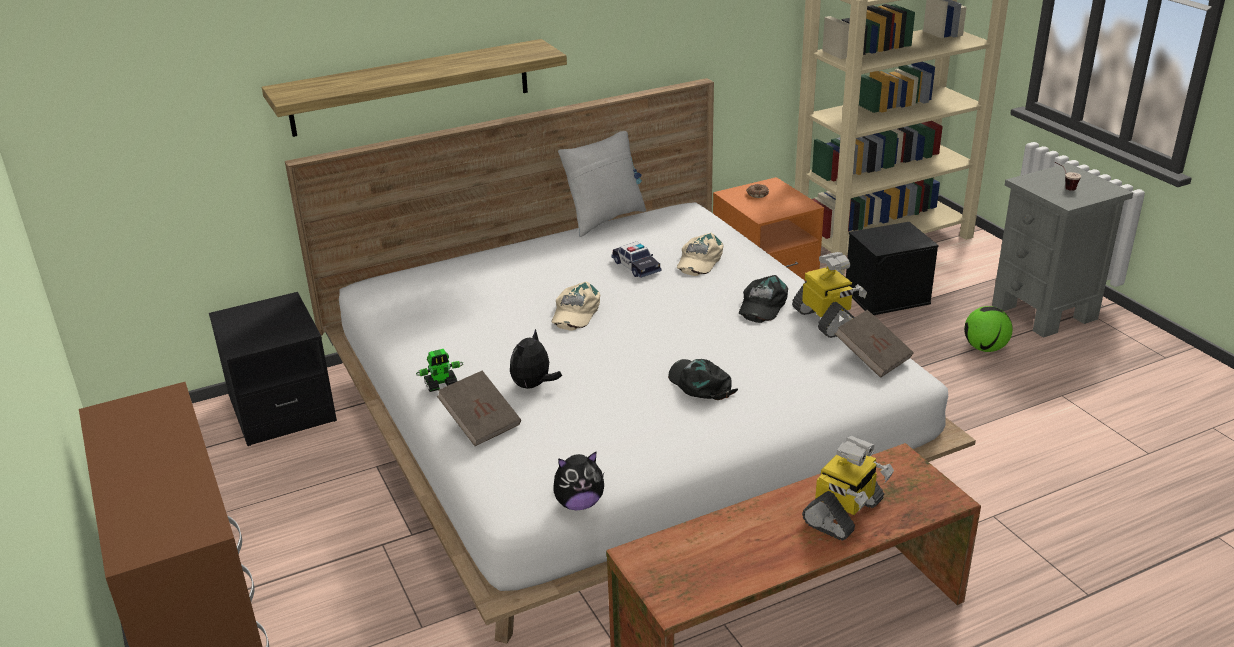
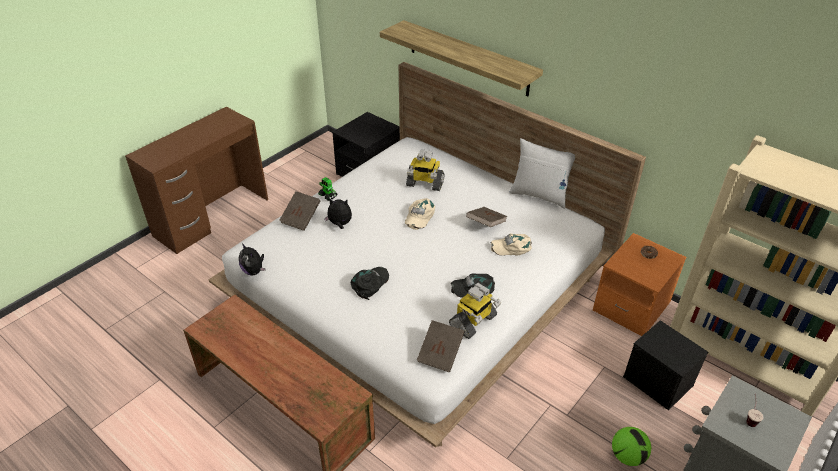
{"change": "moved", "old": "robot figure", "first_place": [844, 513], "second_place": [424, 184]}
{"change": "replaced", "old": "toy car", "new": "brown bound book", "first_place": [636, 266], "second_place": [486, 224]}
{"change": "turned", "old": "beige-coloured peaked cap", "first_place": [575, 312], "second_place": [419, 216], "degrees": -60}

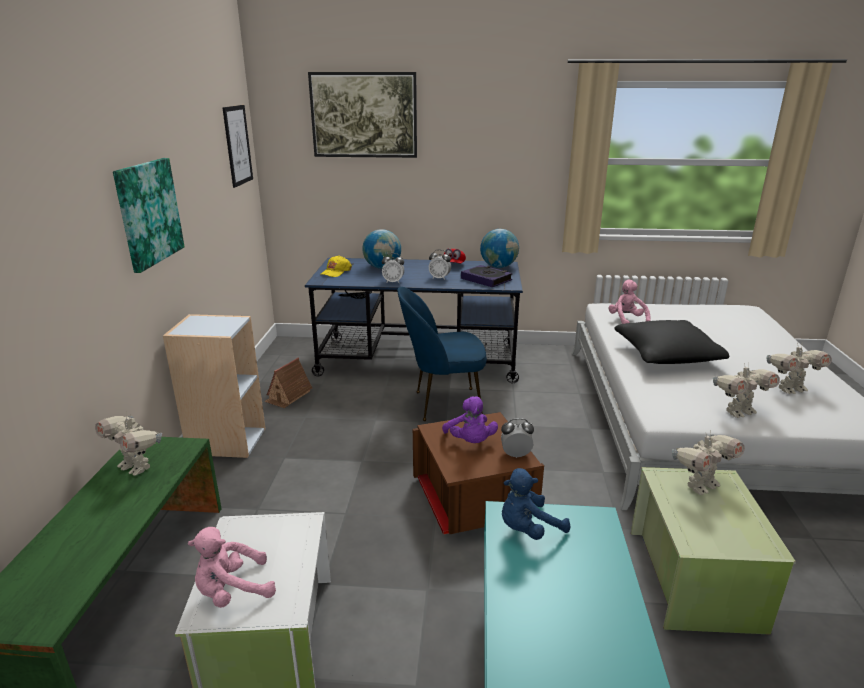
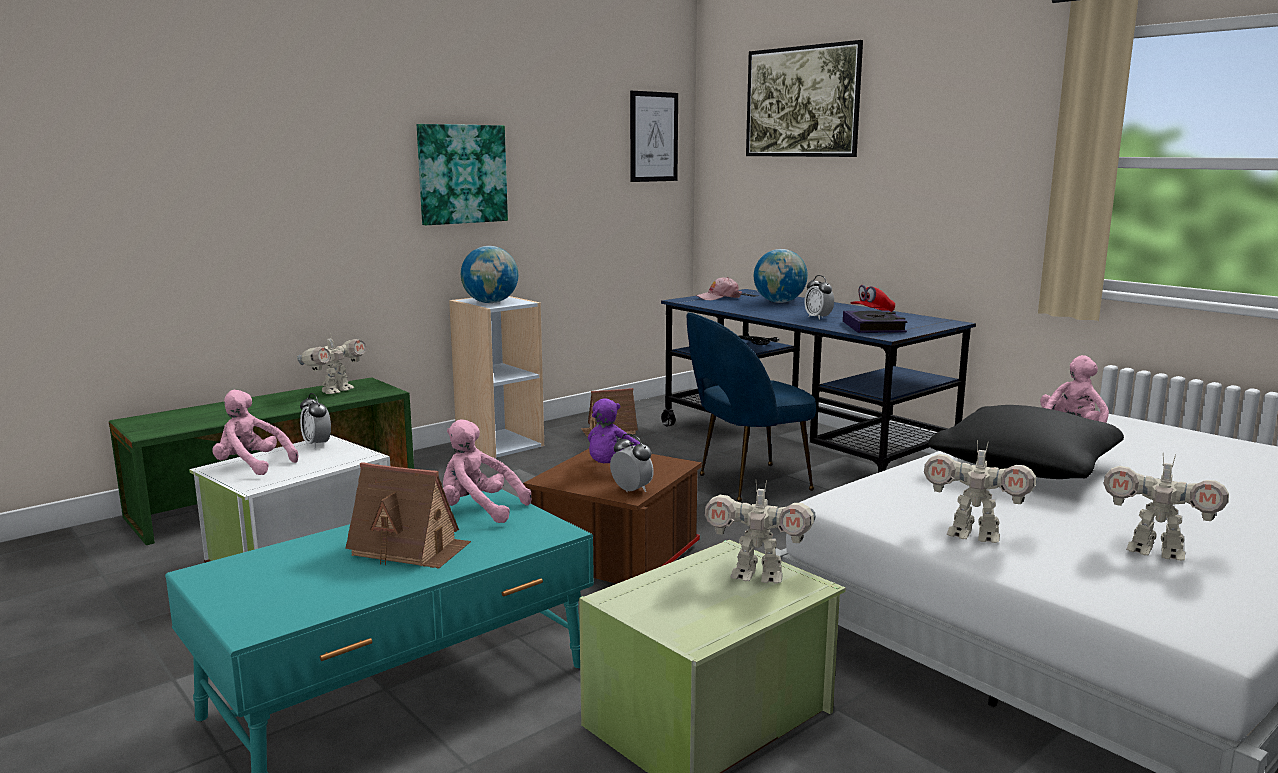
{"change": "added", "new": "miniature house", "second_place": [409, 548]}
{"change": "moved", "old": "table clock", "first_place": [393, 282], "second_place": [317, 444]}
{"change": "moved", "old": "globe", "first_place": [498, 267], "second_place": [490, 302]}
{"change": "recoloured", "old": "yellowish peaked cap", "new": "pink-coloured peaked cap", "first_place": [336, 272], "second_place": [719, 297]}
{"change": "recoloured", "old": "blue plush toy", "new": "pink-coloured plush toy", "first_place": [528, 529], "second_place": [478, 510]}
{"change": "turned", "old": "robot figure", "first_place": [136, 467], "second_place": [336, 391], "degrees": -135}
{"change": "turned", "old": "blue plain chair", "first_place": [441, 404], "second_place": [746, 484], "degrees": -60}

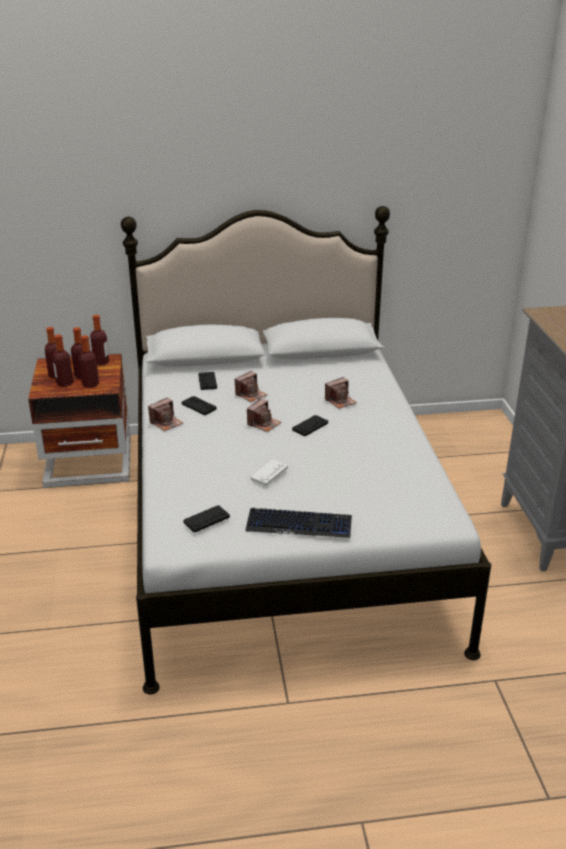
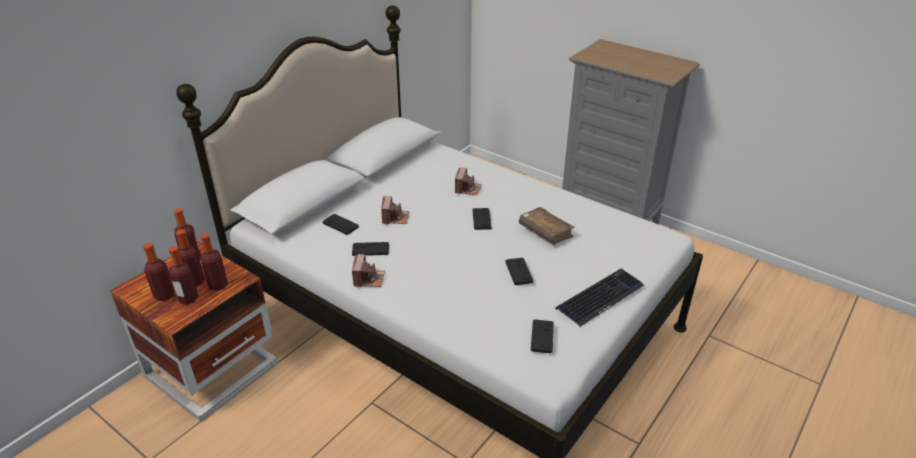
{"change": "removed", "old": "still camera", "first_place": [264, 424]}
{"change": "added", "new": "brown bound book", "second_place": [545, 232]}
{"change": "recoloured", "old": "white-coloured game controller", "new": "black-coloured game controller", "first_place": [269, 473], "second_place": [519, 272]}

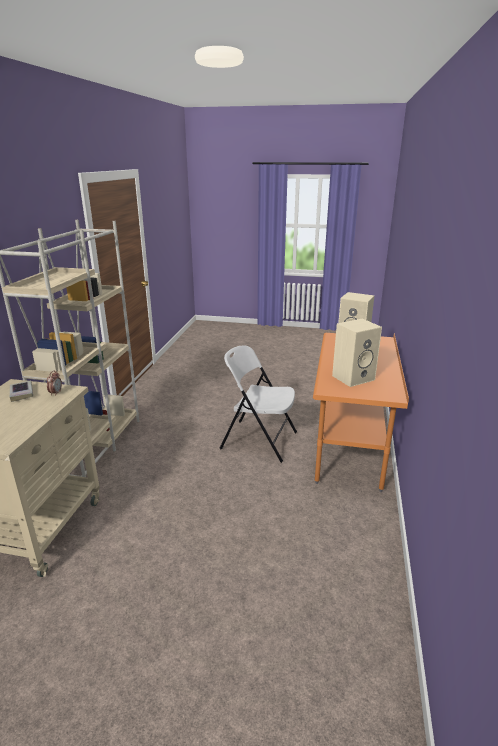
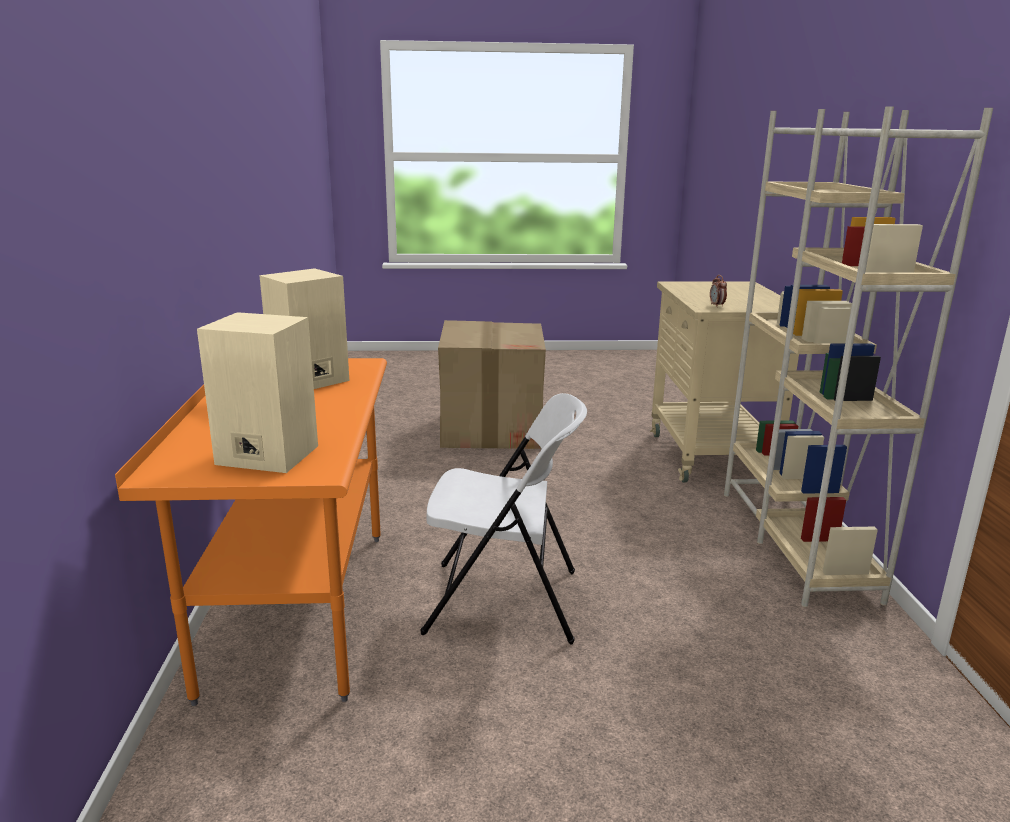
{"change": "removed", "old": "bound book", "first_place": [22, 393]}
{"change": "added", "new": "carton", "second_place": [492, 428]}

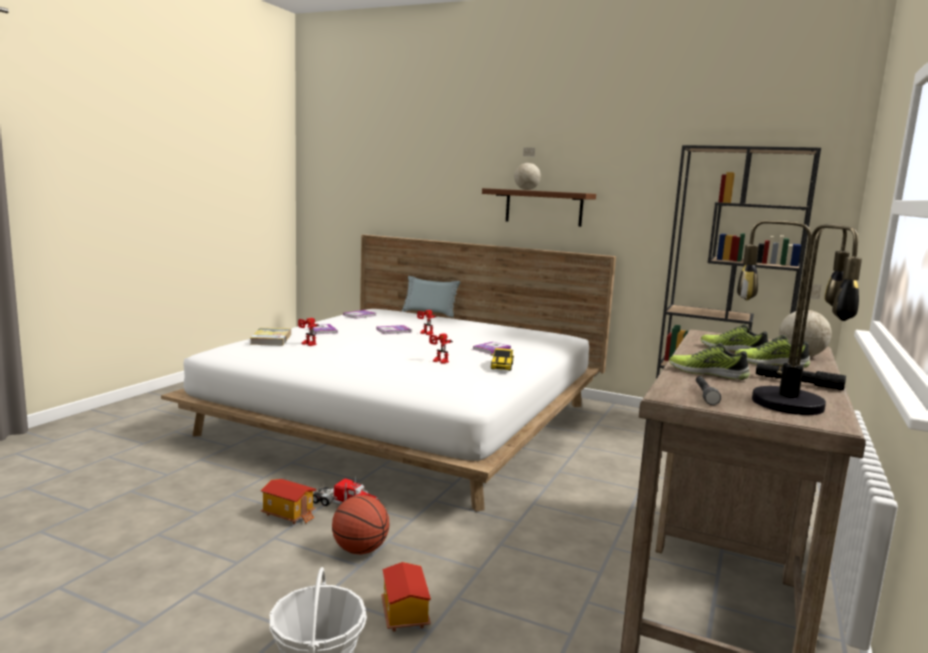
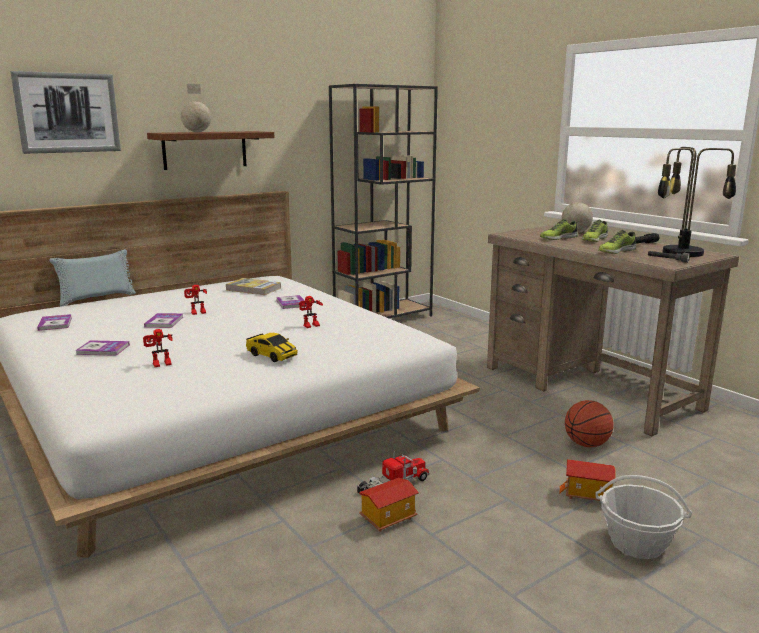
{"change": "added", "new": "picture", "second_place": [68, 113]}
{"change": "moved", "old": "bound book", "first_place": [271, 339], "second_place": [253, 289]}
{"change": "moved", "old": "basketball ball", "first_place": [360, 550], "second_place": [586, 444]}
{"change": "moved", "old": "toy car", "first_place": [502, 366], "second_place": [271, 355]}

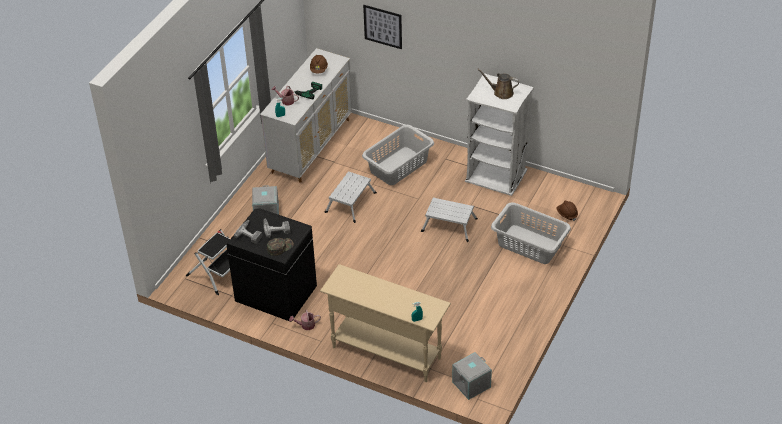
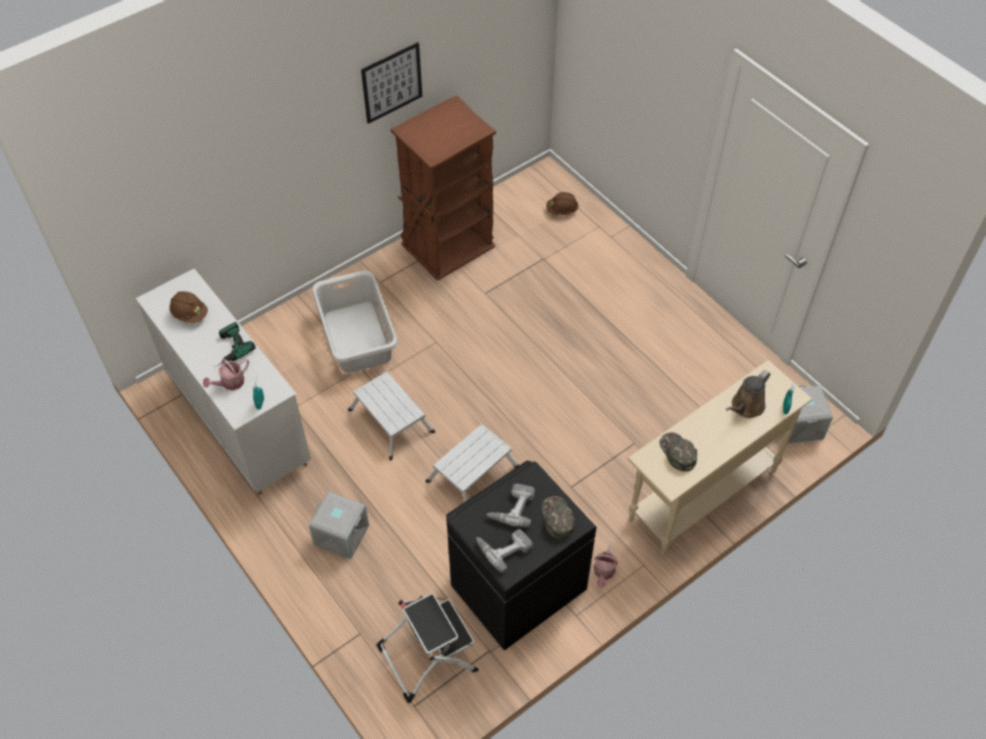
{"change": "removed", "old": "grey laundry basket", "first_place": [529, 245]}
{"change": "added", "new": "green-coloured peaked cap", "second_place": [677, 452]}
{"change": "moved", "old": "picture", "first_place": [383, 26], "second_place": [392, 82]}
{"change": "moved", "old": "white-coloured step ladder", "first_place": [449, 225], "second_place": [473, 473]}
{"change": "moved", "old": "brown sprinkling can", "first_place": [501, 92], "second_place": [745, 407]}
{"change": "recoloured", "old": "white-coloured bookshelf", "new": "brown bookshelf", "first_place": [496, 175], "second_place": [448, 245]}

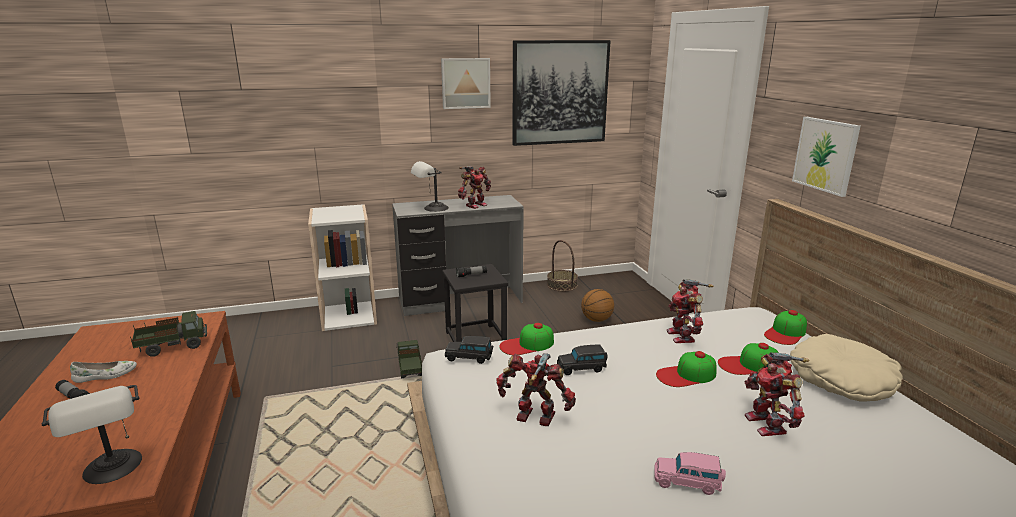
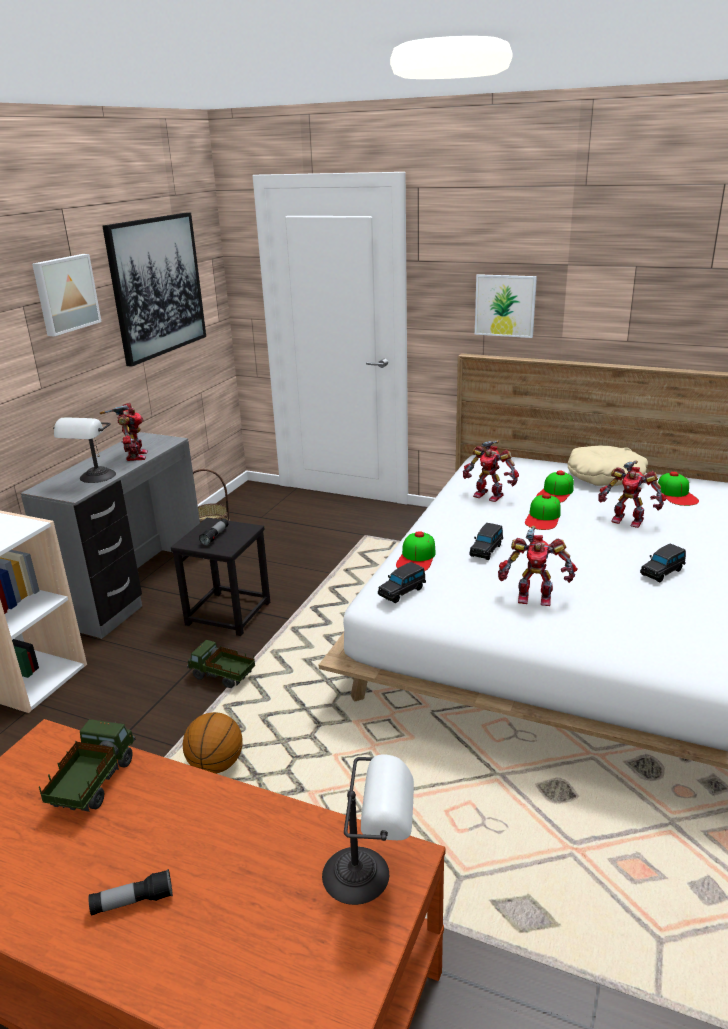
{"change": "removed", "old": "white-coloured shoe", "first_place": [105, 375]}
{"change": "moved", "old": "basketball ball", "first_place": [597, 320], "second_place": [216, 764]}
{"change": "moved", "old": "peaked cap", "first_place": [786, 333], "second_place": [677, 494]}
{"change": "recoloured", "old": "pink-coloured toy car", "new": "black-coloured toy car", "first_place": [687, 482], "second_place": [662, 572]}
{"change": "turned", "old": "robot figure", "first_place": [535, 418], "second_place": [534, 596], "degrees": -135}

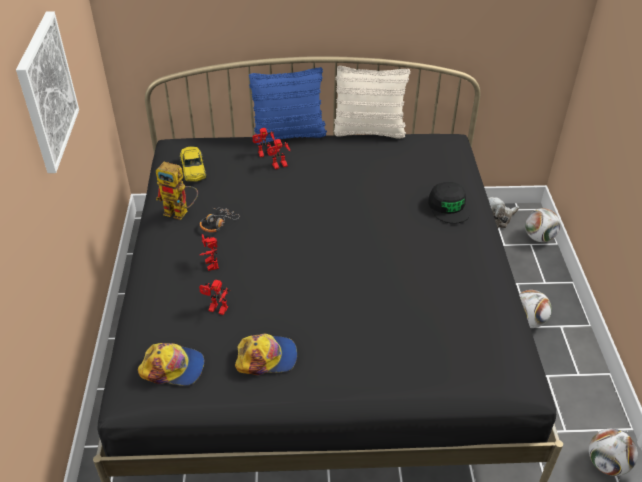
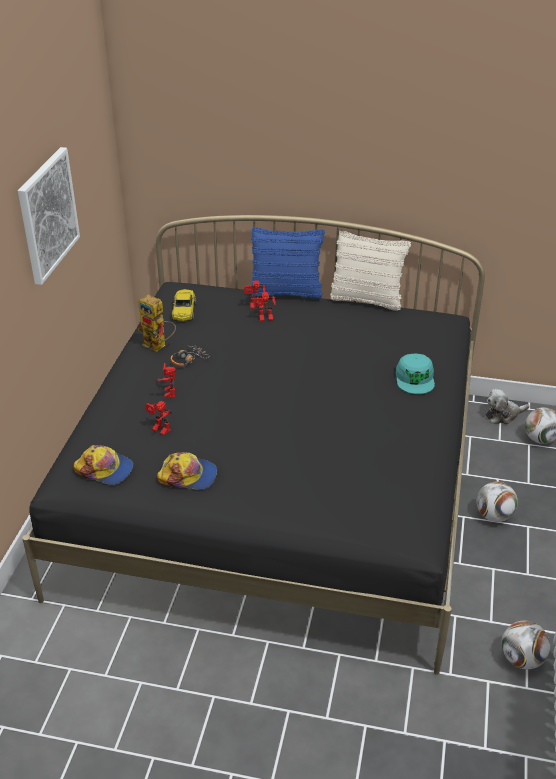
{"change": "recoloured", "old": "black-coloured peaked cap", "new": "turquoise-coloured peaked cap", "first_place": [449, 207], "second_place": [415, 378]}

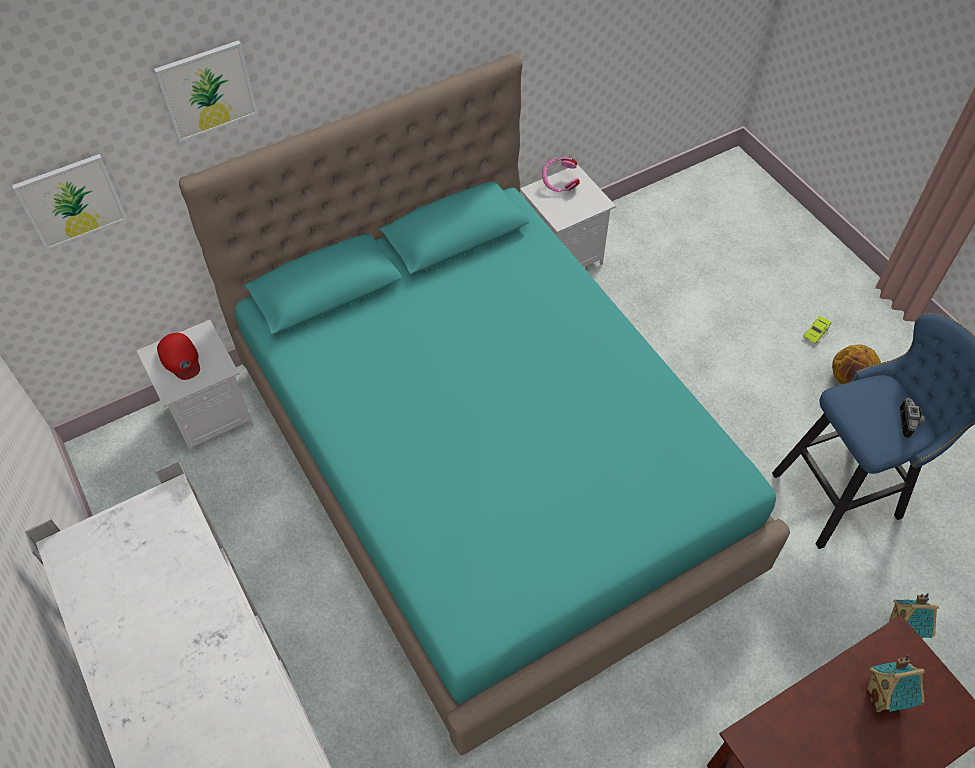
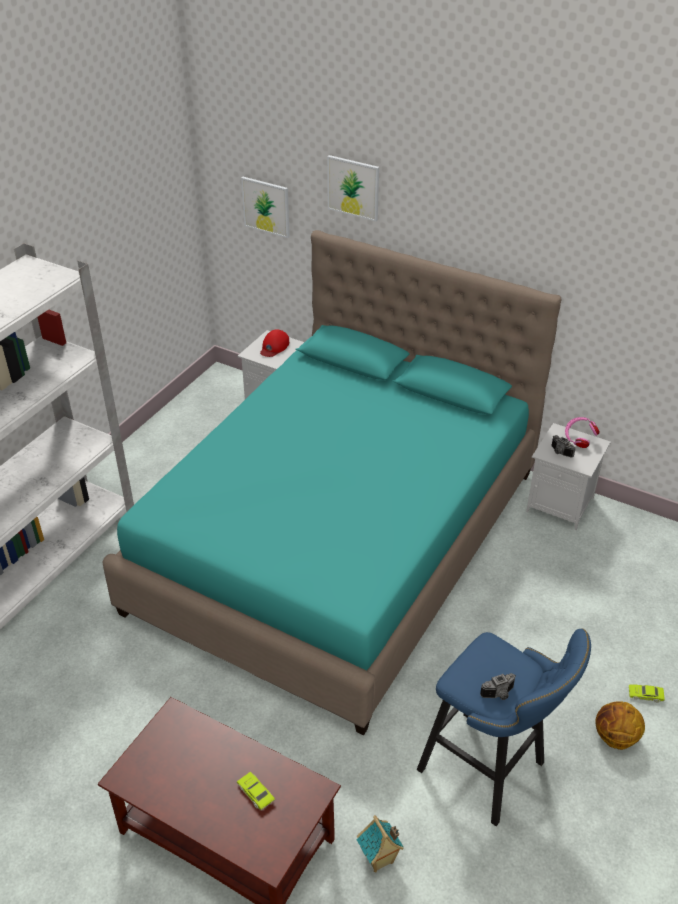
{"change": "added", "new": "still camera", "second_place": [559, 452]}
{"change": "replaced", "old": "miniature house", "new": "green-coloured toy car", "first_place": [884, 698], "second_place": [256, 793]}

